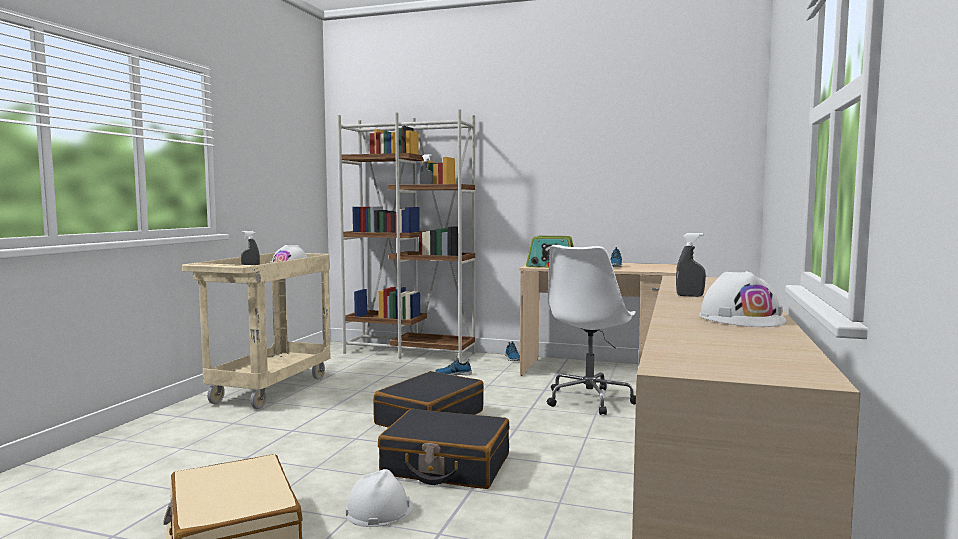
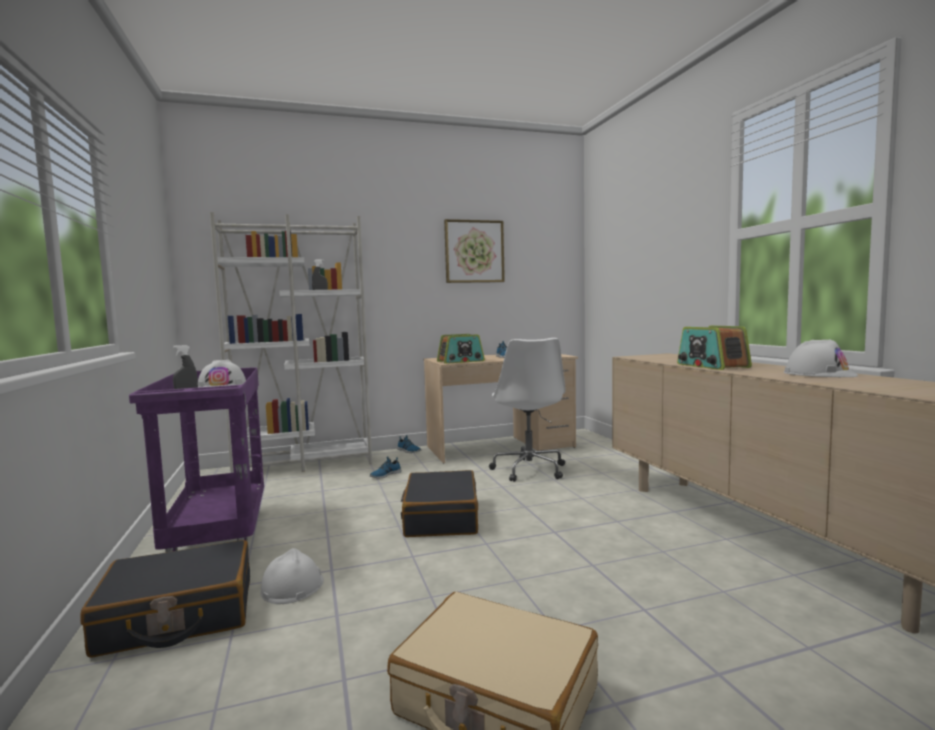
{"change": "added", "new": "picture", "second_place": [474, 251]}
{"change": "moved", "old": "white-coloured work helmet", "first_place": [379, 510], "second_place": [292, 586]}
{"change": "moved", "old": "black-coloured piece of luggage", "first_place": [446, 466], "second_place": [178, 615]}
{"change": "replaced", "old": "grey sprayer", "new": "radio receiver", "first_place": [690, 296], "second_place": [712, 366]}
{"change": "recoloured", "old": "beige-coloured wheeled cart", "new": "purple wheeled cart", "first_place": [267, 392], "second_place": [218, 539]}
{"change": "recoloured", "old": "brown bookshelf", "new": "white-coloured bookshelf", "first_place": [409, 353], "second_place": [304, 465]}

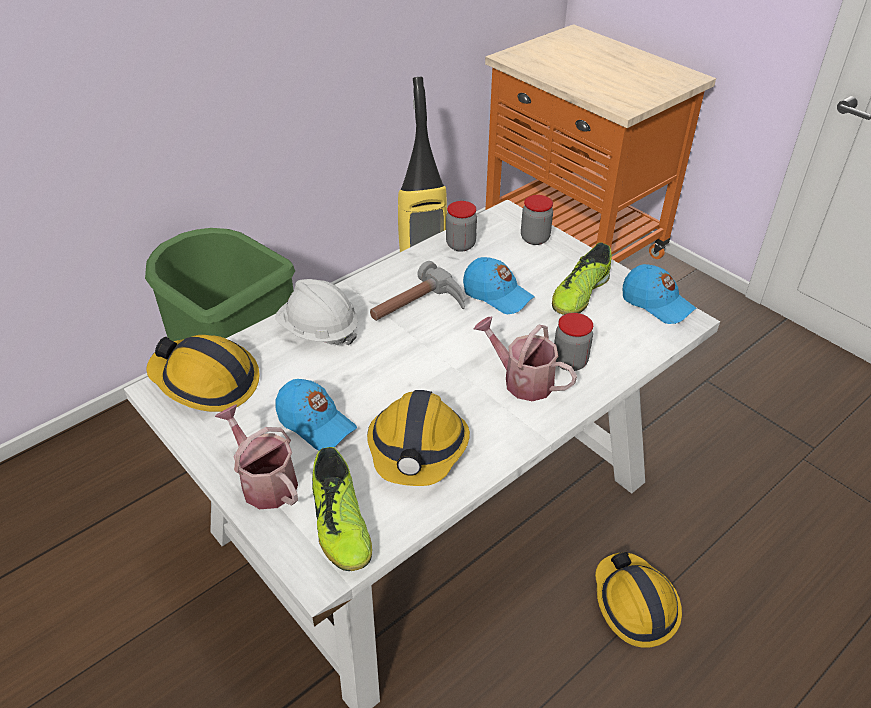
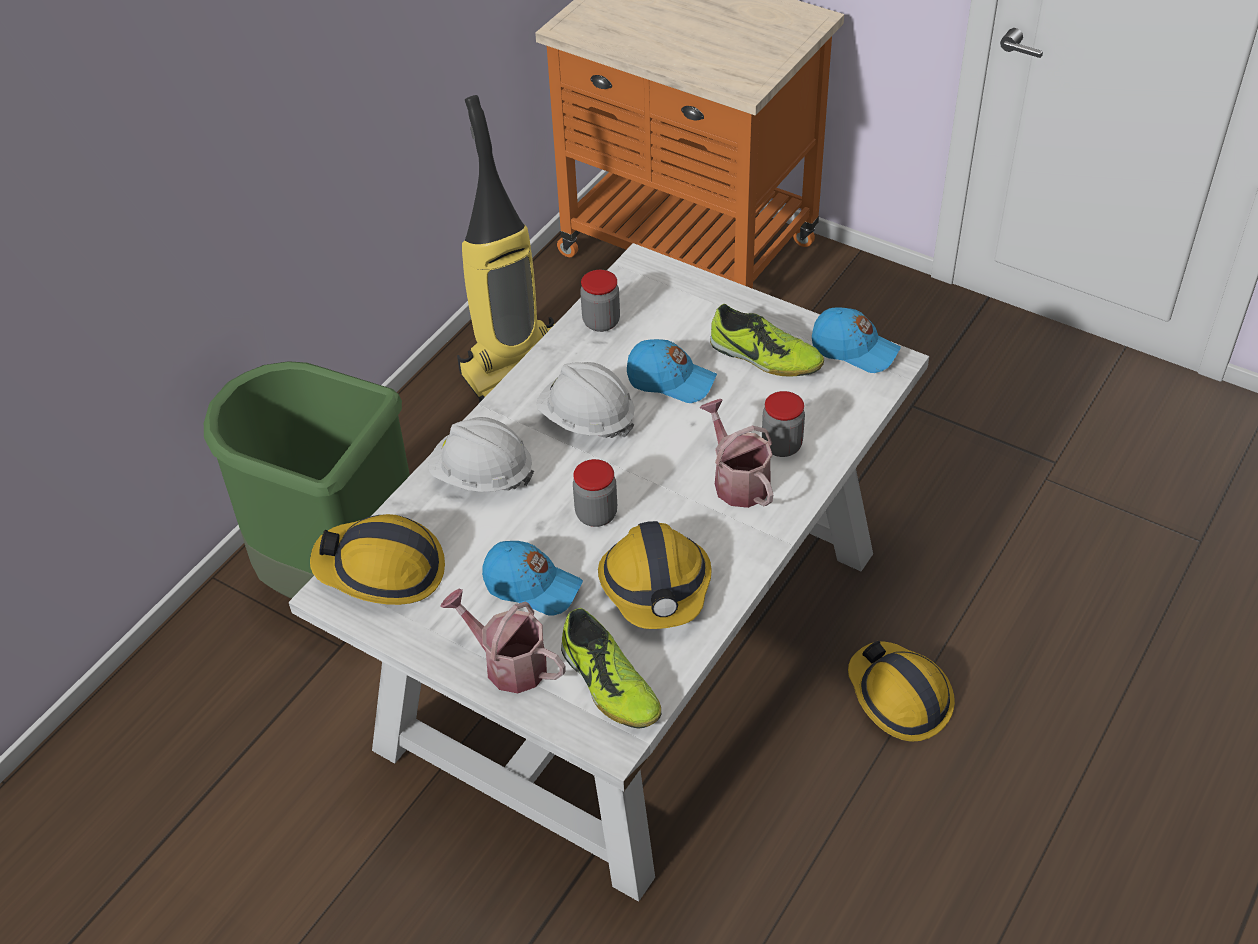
{"change": "moved", "old": "preserve jar", "first_place": [535, 238], "second_place": [596, 514]}
{"change": "replaced", "old": "hammer", "new": "white-coloured work helmet", "first_place": [419, 309], "second_place": [587, 420]}
{"change": "turned", "old": "sprinkling can", "first_place": [522, 380], "second_place": [737, 480], "degrees": 45}
{"change": "turned", "old": "shoe", "first_place": [579, 294], "second_place": [765, 358], "degrees": -75}

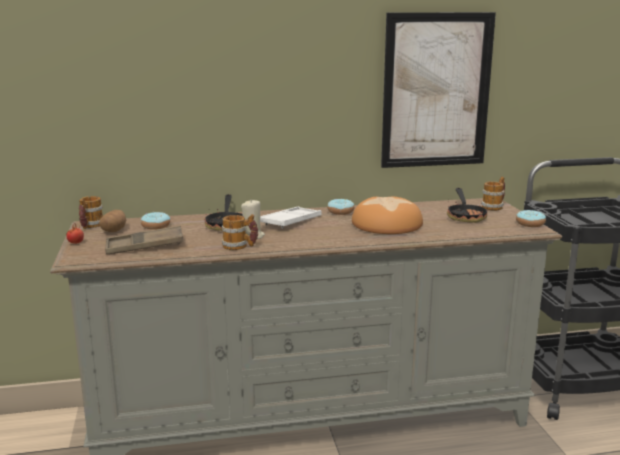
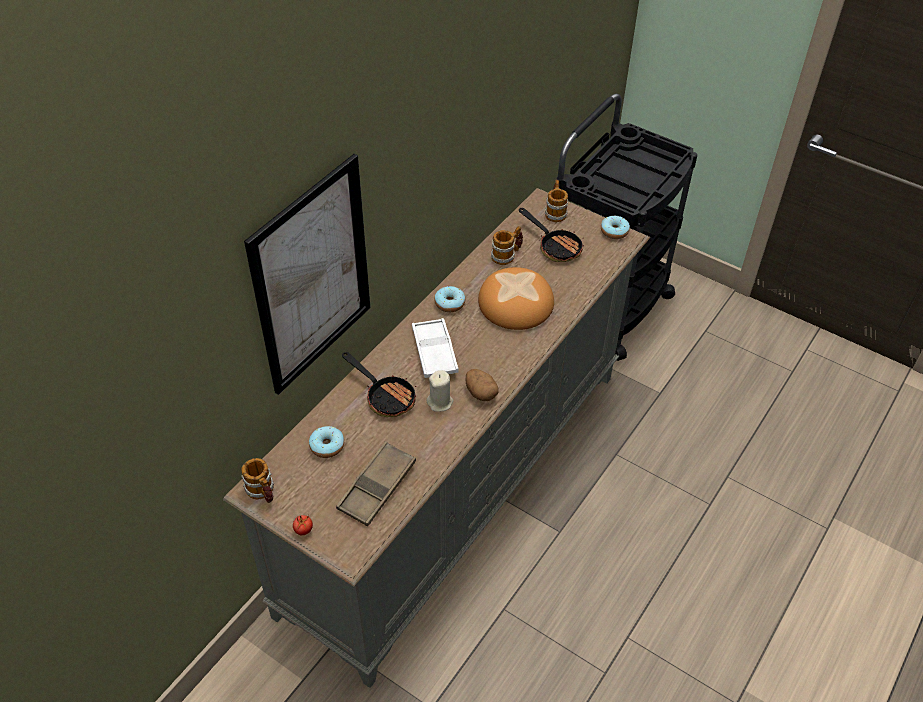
{"change": "moved", "old": "potato", "first_place": [114, 230], "second_place": [481, 392]}
{"change": "moved", "old": "mug", "first_place": [240, 246], "second_place": [507, 255]}
{"change": "moved", "old": "picture", "first_place": [436, 91], "second_place": [312, 277]}

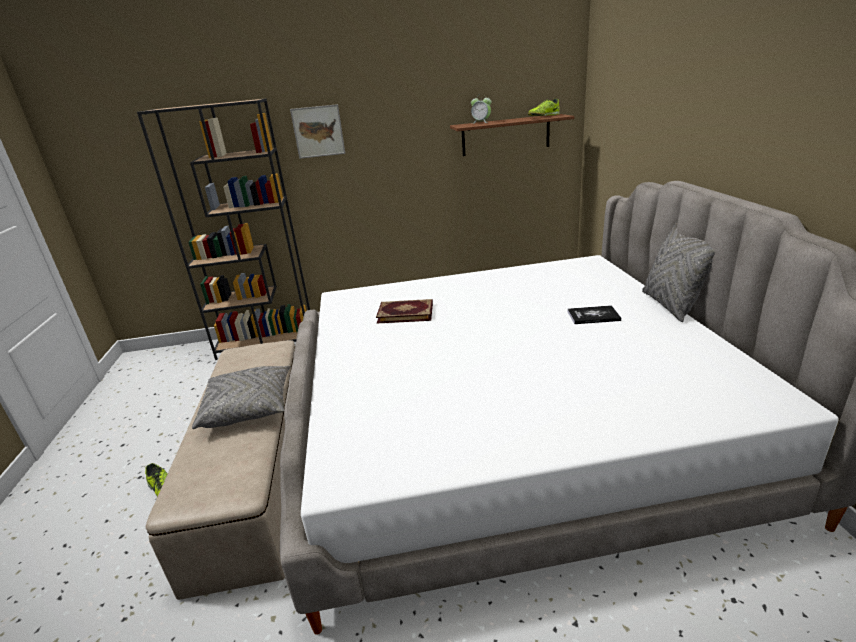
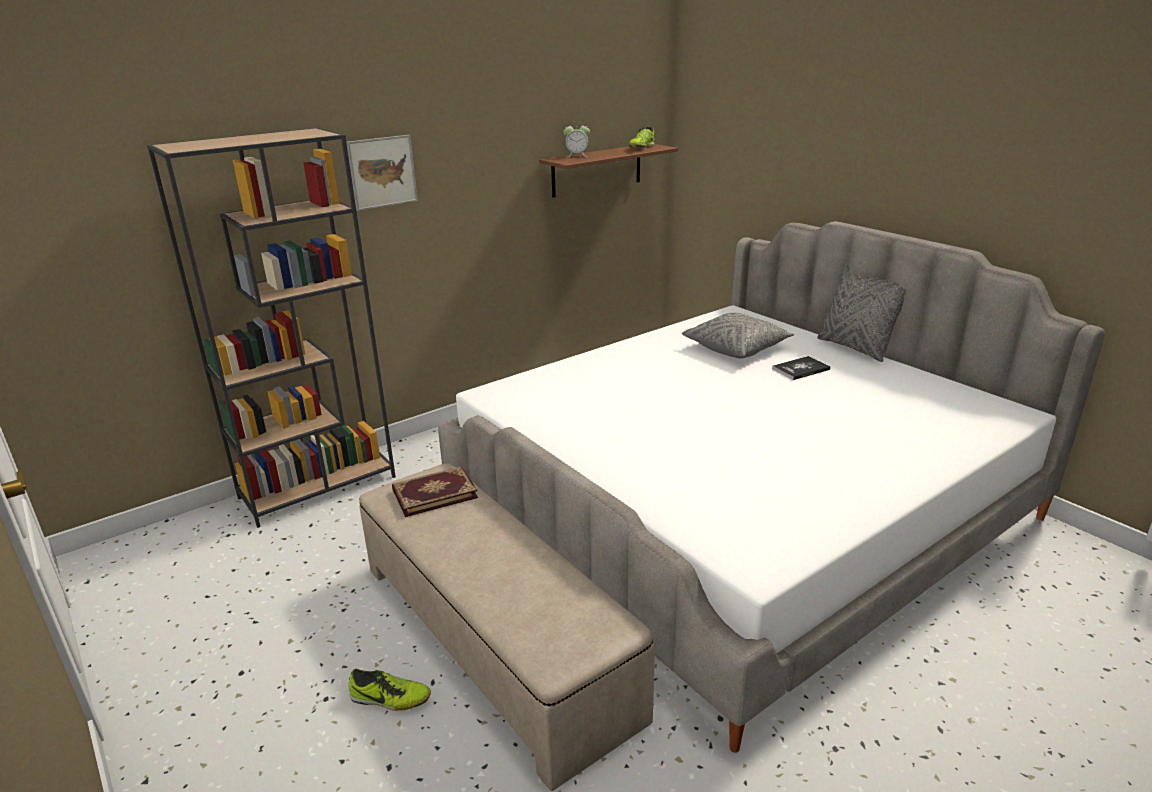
{"change": "moved", "old": "grey throw pillow", "first_place": [249, 408], "second_place": [736, 348]}
{"change": "moved", "old": "bound book", "first_place": [405, 313], "second_place": [434, 493]}

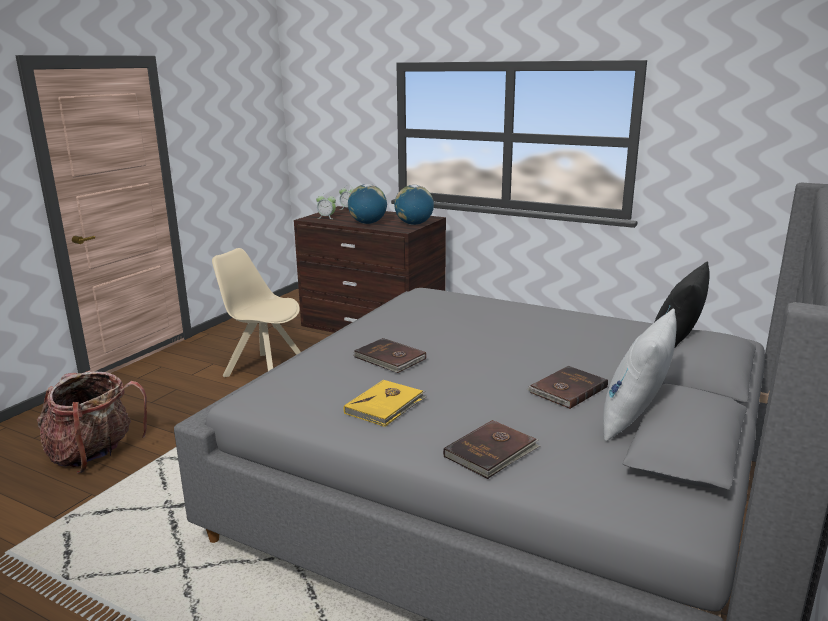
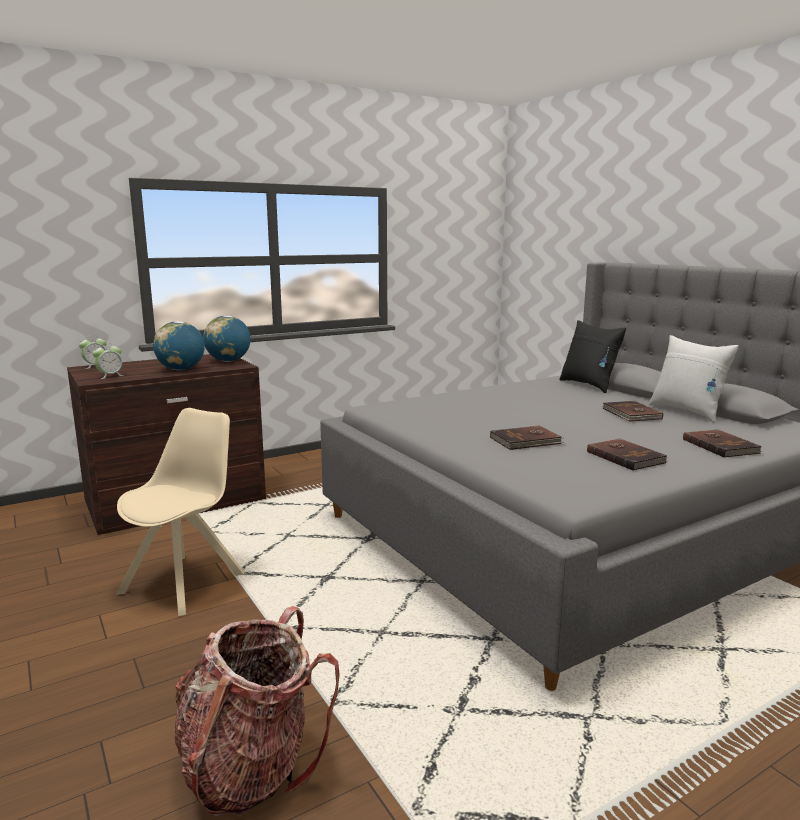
{"change": "recoloured", "old": "yellowish bound book", "new": "brown bound book", "first_place": [386, 406], "second_place": [626, 457]}
{"change": "turned", "old": "beige-coloured plain chair", "first_place": [265, 370], "second_place": [185, 582], "degrees": 150}

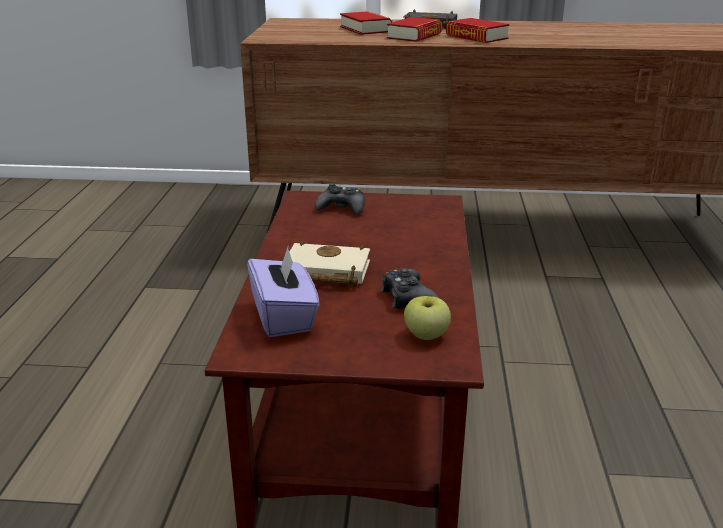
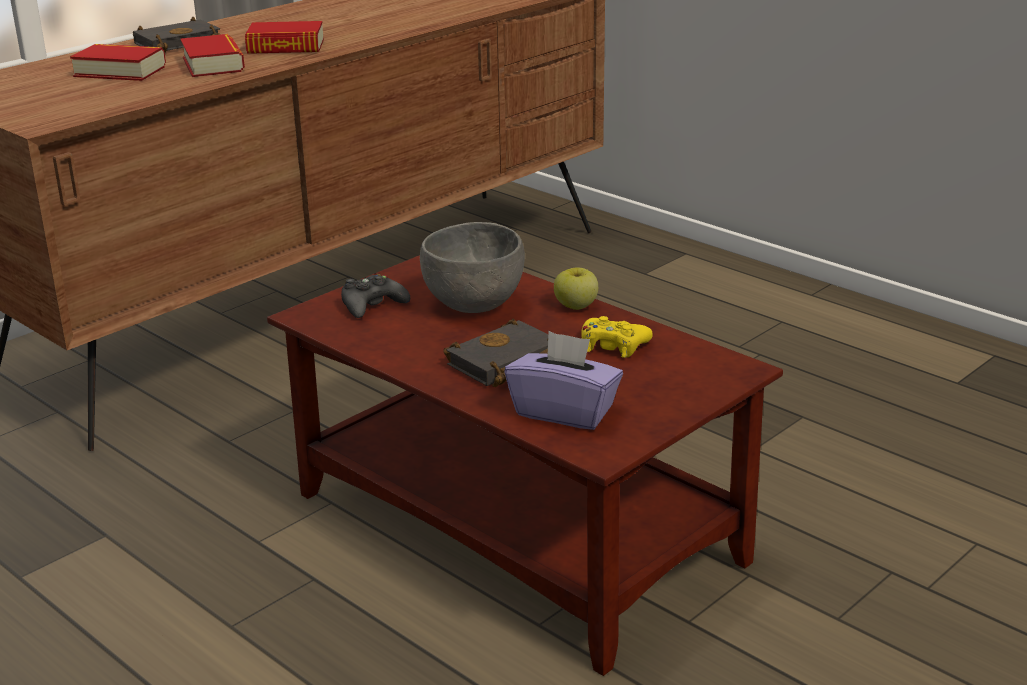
{"change": "added", "new": "grey deep dish", "second_place": [473, 305]}
{"change": "moved", "old": "apple", "first_place": [426, 335], "second_place": [576, 306]}
{"change": "recoloured", "old": "beige-coloured bound book", "new": "black-coloured bound book", "first_place": [324, 272], "second_place": [505, 364]}
{"change": "recoloured", "old": "black-coloured game controller", "new": "yellowish game controller", "first_place": [407, 297], "second_place": [613, 345]}

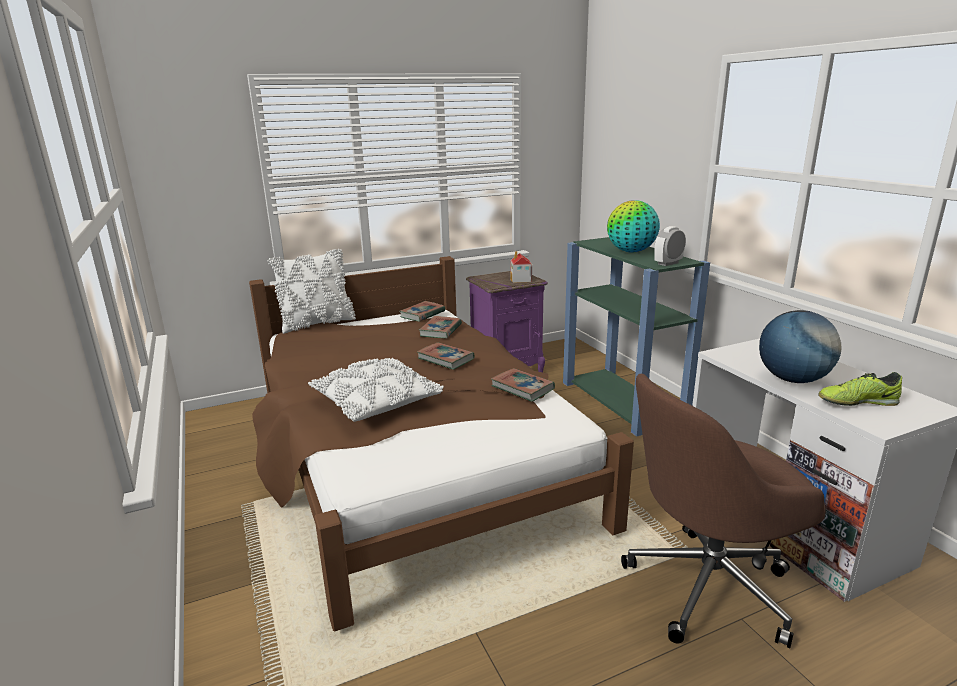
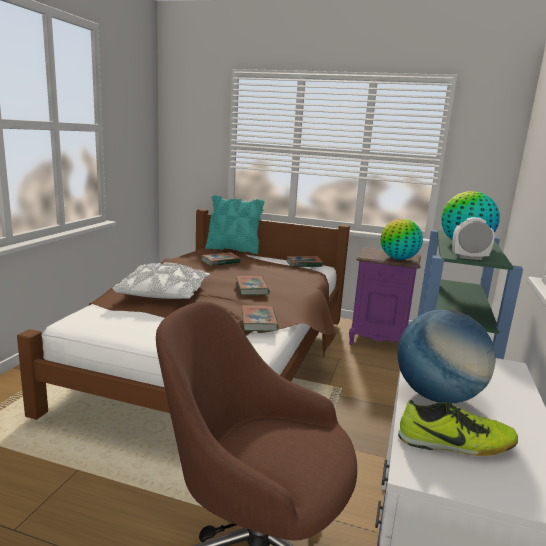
{"change": "moved", "old": "bound book", "first_place": [440, 330], "second_place": [220, 262]}
{"change": "replaced", "old": "miniature house", "new": "globe", "first_place": [520, 279], "second_place": [398, 259]}
{"change": "recoloured", "old": "white-coloured throw pillow", "new": "turquoise-coloured throw pillow", "first_place": [317, 323], "second_place": [233, 250]}
{"change": "turned", "old": "shoe", "first_place": [857, 402], "second_place": [455, 444], "degrees": 150}

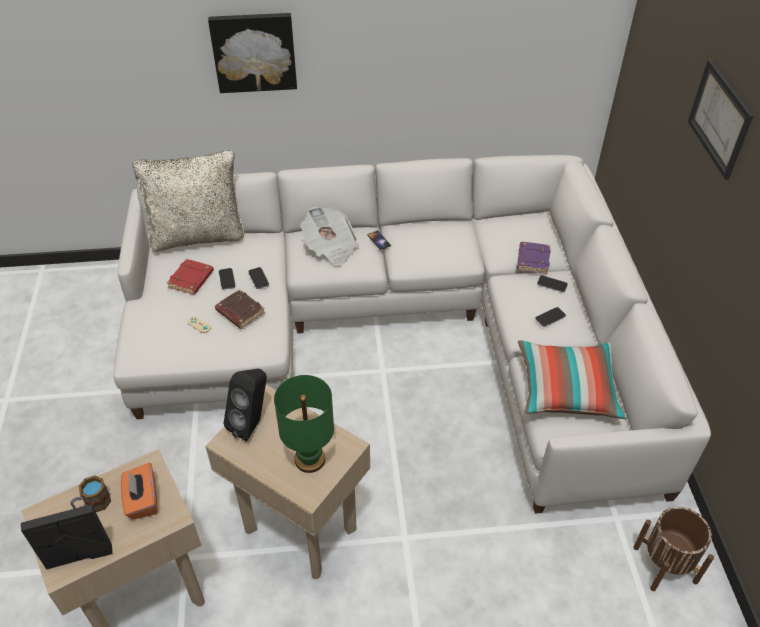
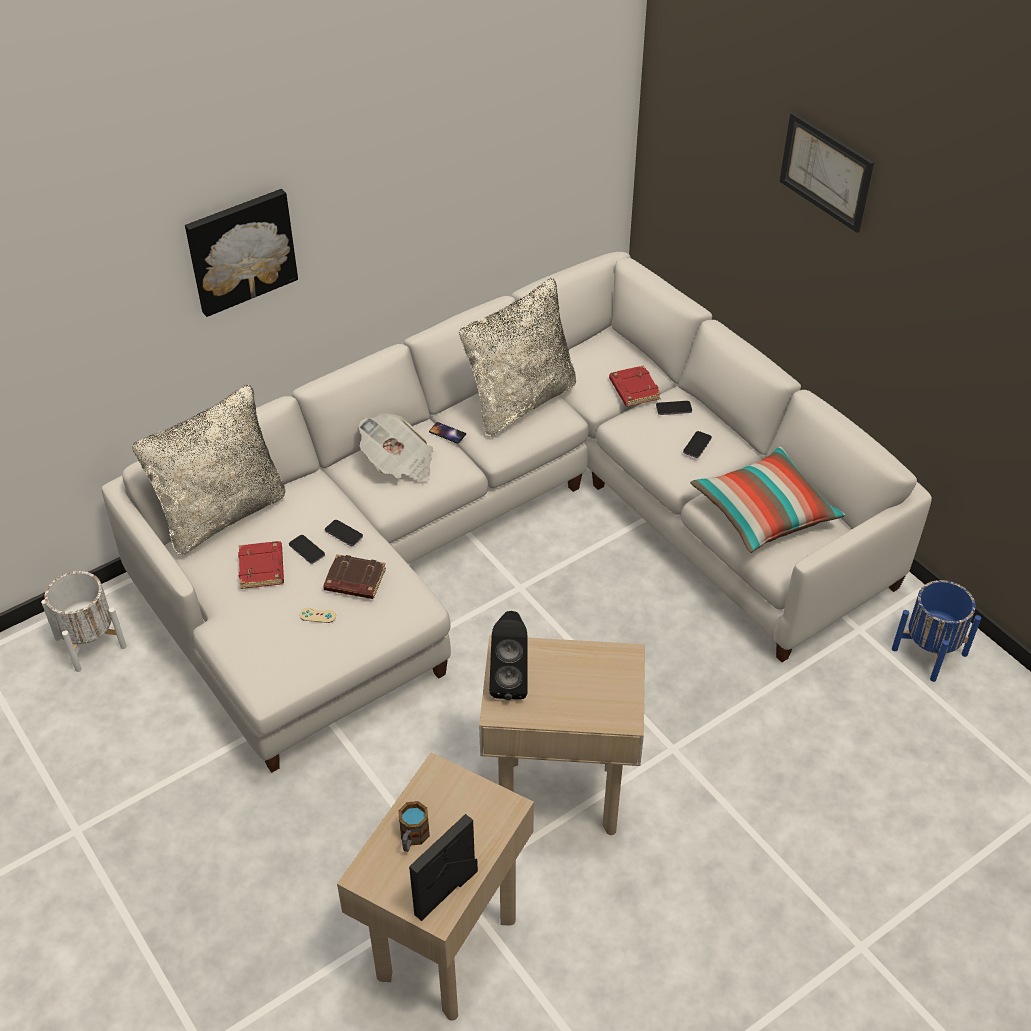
{"change": "removed", "old": "orange tissue holder", "first_place": [142, 500]}
{"change": "removed", "old": "green-coloured lamp for a table", "first_place": [309, 459]}
{"change": "added", "new": "white-coloured plant pot", "second_place": [90, 642]}
{"change": "added", "new": "beige-coloured throw pillow", "second_place": [522, 403]}
{"change": "recoloured", "old": "purple bound book", "new": "red bound book", "first_place": [532, 260], "second_place": [633, 389]}
{"change": "recoloured", "old": "brown plant pot", "new": "blue plant pot", "first_place": [665, 564], "second_place": [929, 651]}

